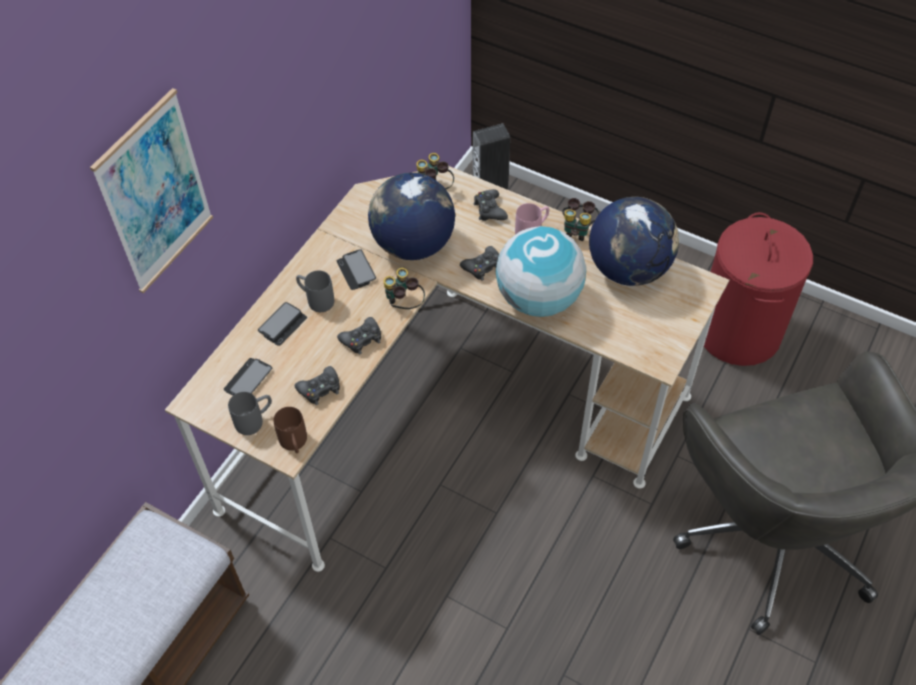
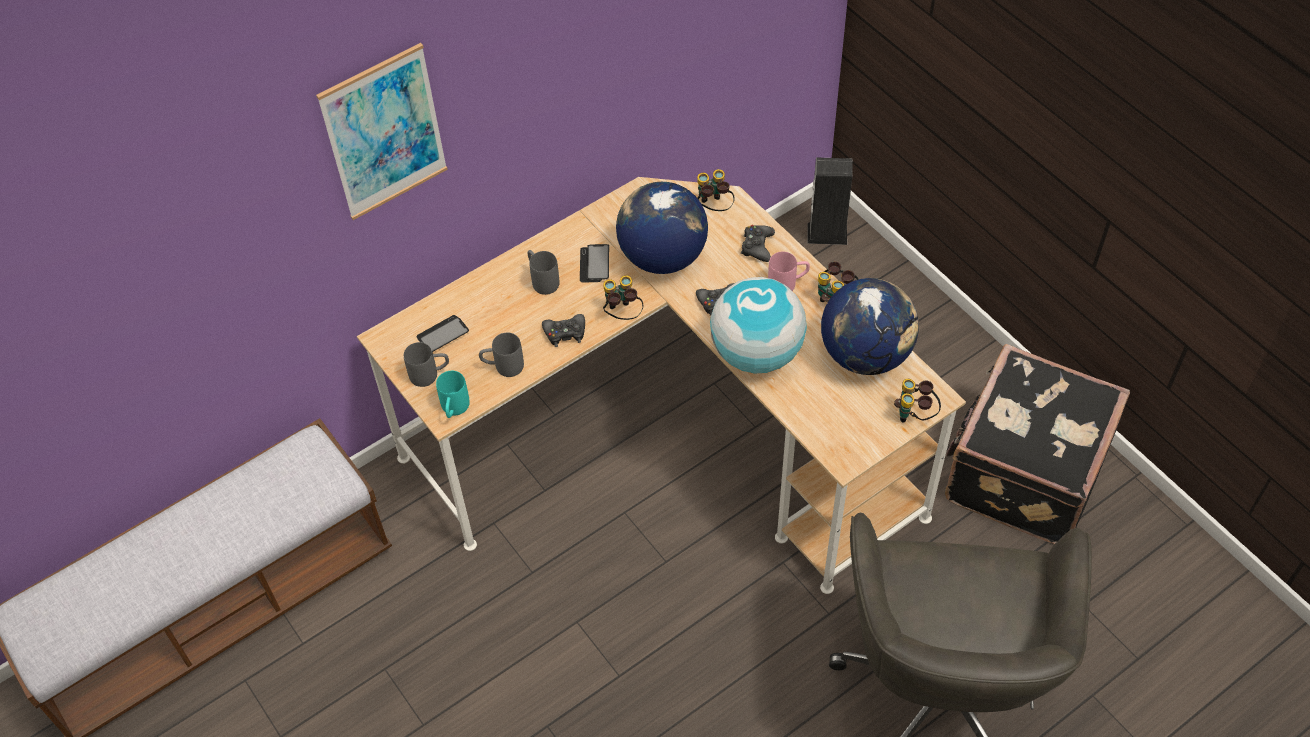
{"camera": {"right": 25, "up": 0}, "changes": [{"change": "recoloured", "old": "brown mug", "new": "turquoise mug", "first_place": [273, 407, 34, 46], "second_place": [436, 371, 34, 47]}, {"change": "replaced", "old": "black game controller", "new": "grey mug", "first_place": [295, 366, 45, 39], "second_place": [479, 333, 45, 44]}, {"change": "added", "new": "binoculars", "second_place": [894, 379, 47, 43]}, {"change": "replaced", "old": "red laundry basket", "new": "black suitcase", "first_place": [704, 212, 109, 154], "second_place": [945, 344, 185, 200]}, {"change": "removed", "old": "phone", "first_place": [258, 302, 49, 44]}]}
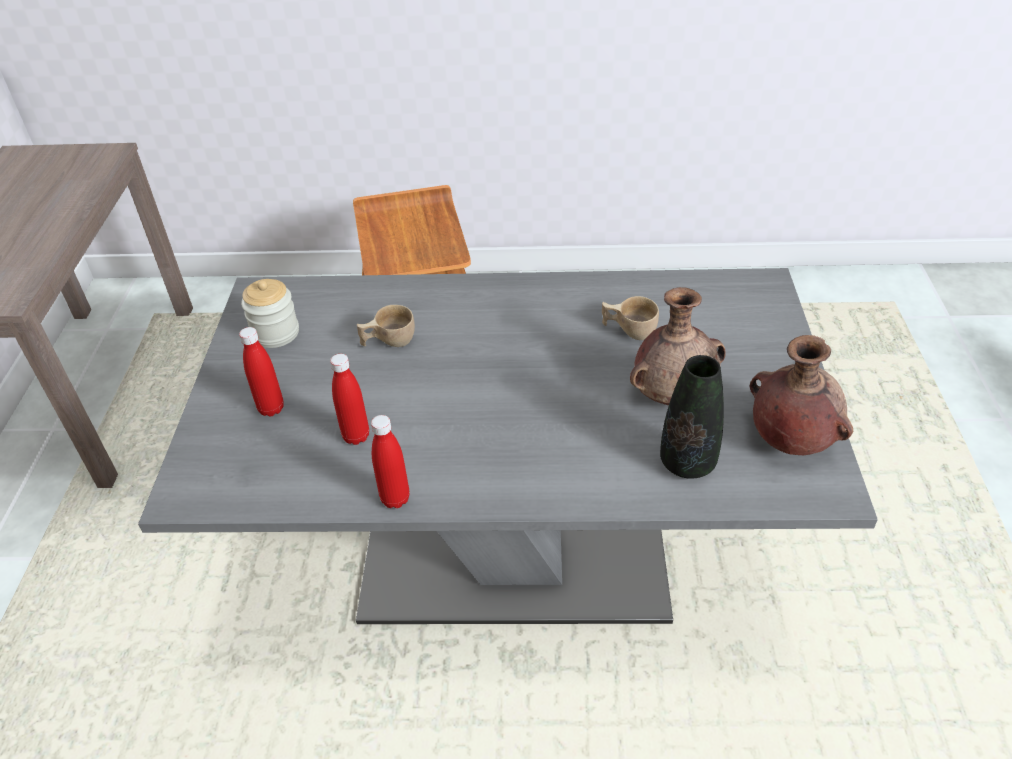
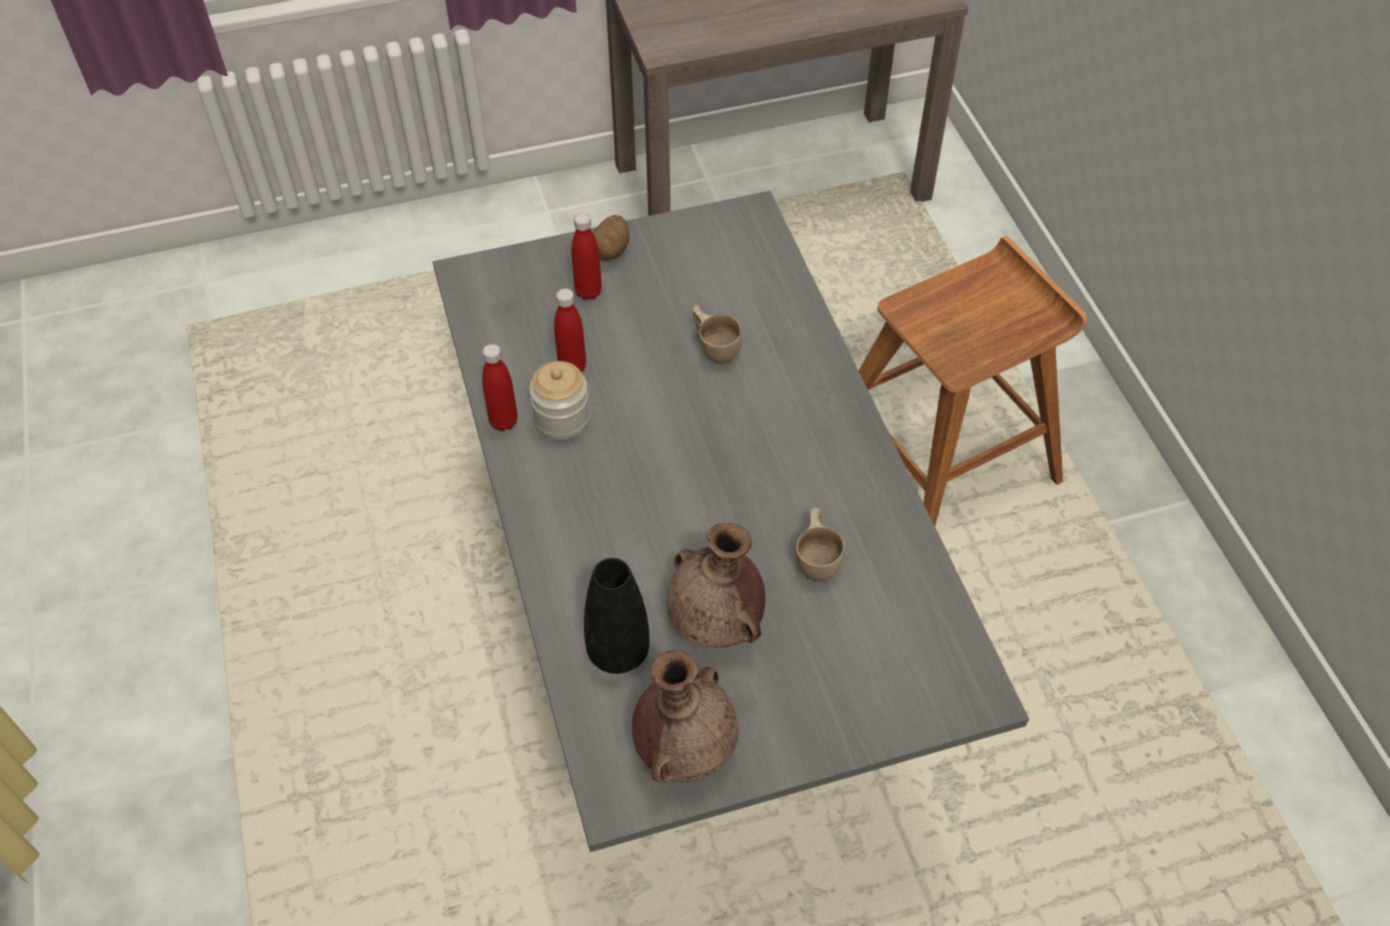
{"camera": {"right": 70, "up": 10}, "changes": [{"change": "moved", "old": "jar", "first_place": [241, 279, 58, 69], "second_place": [529, 361, 61, 79]}, {"change": "added", "new": "potato", "second_place": [593, 215, 37, 45]}]}
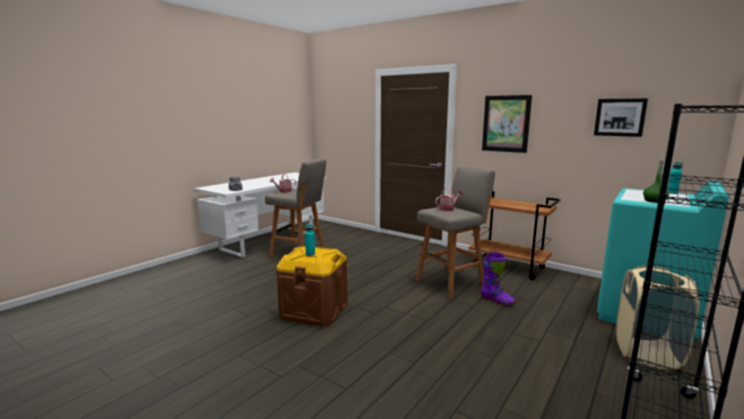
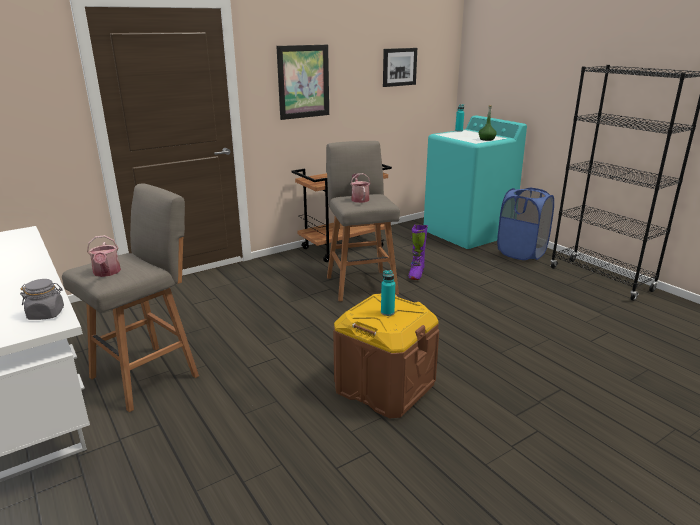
{"camera": {"right": -70, "up": 10}, "changes": [{"change": "turned", "old": "purple boot", "first_place": [481, 252, 35, 53], "second_place": [408, 225, 20, 55], "degrees": 135}, {"change": "recoloured", "old": "beige laundry basket", "new": "blue laundry basket", "first_place": [616, 266, 83, 105], "second_place": [497, 188, 57, 72]}]}
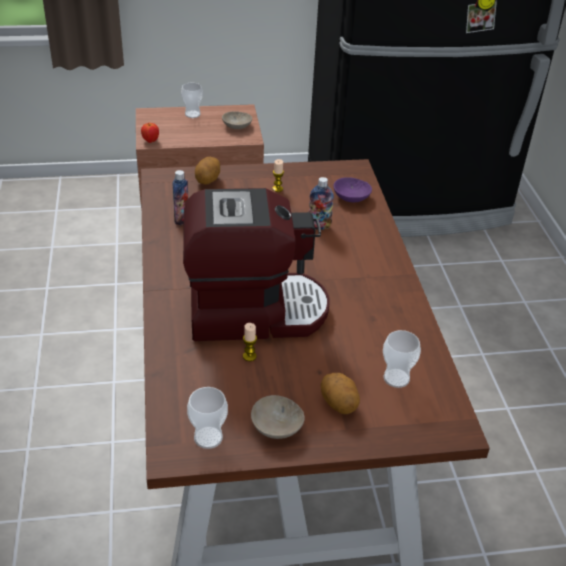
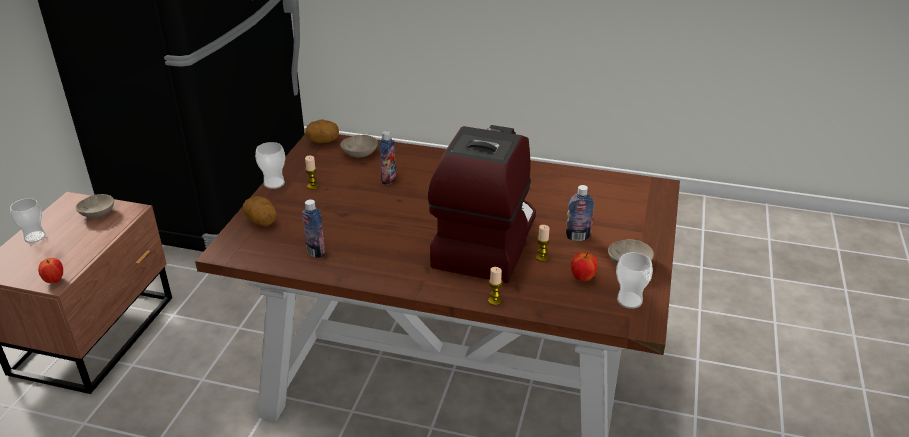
{"camera": {"right": -65, "up": -5}, "changes": [{"change": "moved", "old": "cup", "first_place": [383, 330, 38, 58], "second_place": [255, 142, 30, 47]}, {"change": "moved", "old": "potato", "first_place": [320, 373, 40, 41], "second_place": [305, 119, 34, 24]}, {"change": "recoloured", "old": "purple bowl", "new": "beige bowl", "first_place": [334, 177, 38, 25], "second_place": [340, 135, 38, 22]}, {"change": "added", "new": "candle", "second_place": [488, 267, 15, 38]}, {"change": "added", "new": "bottle", "second_place": [566, 185, 28, 56]}, {"change": "added", "new": "apple", "second_place": [571, 252, 27, 29]}]}
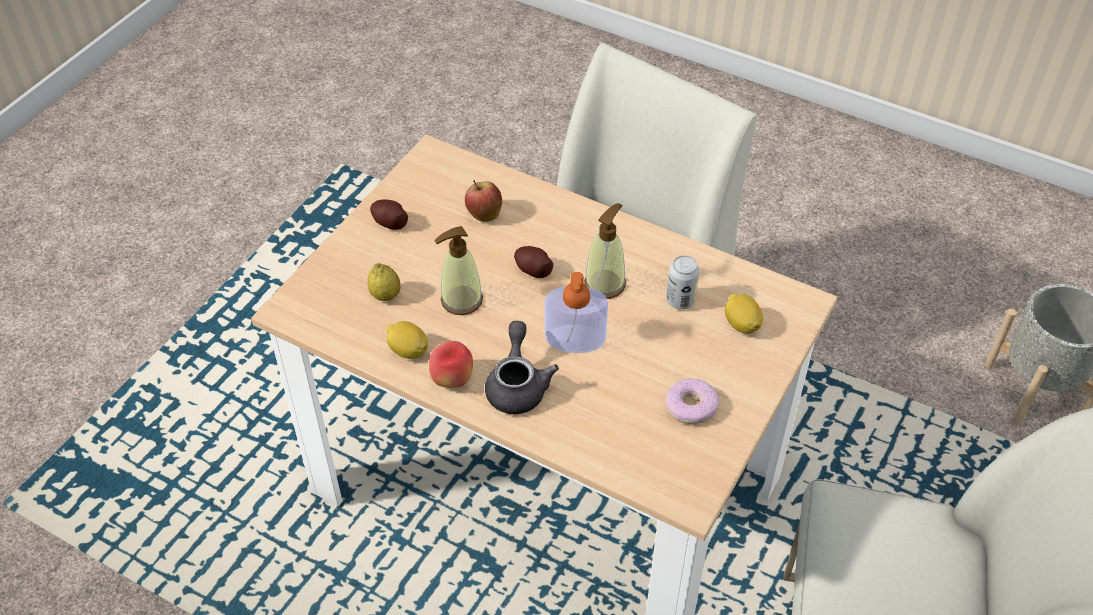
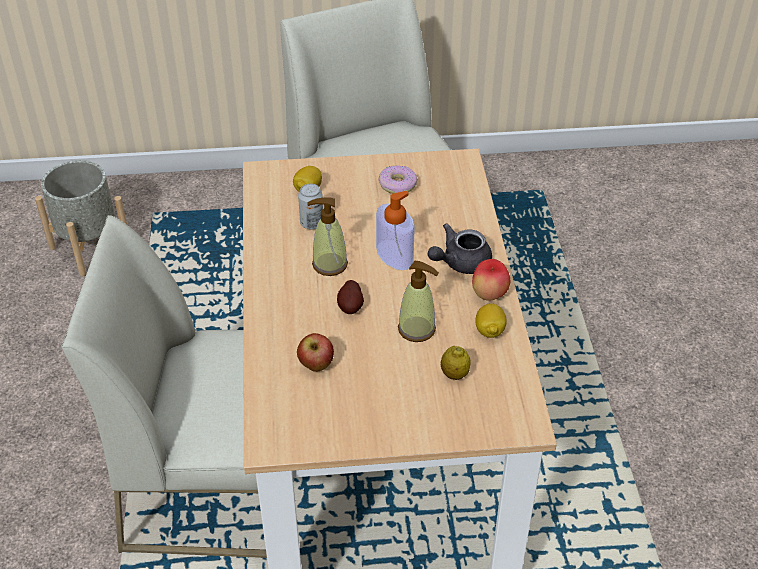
{"camera": {"right": -125, "up": -5}, "changes": [{"change": "removed", "old": "potato", "first_place": [370, 199, 38, 31]}]}
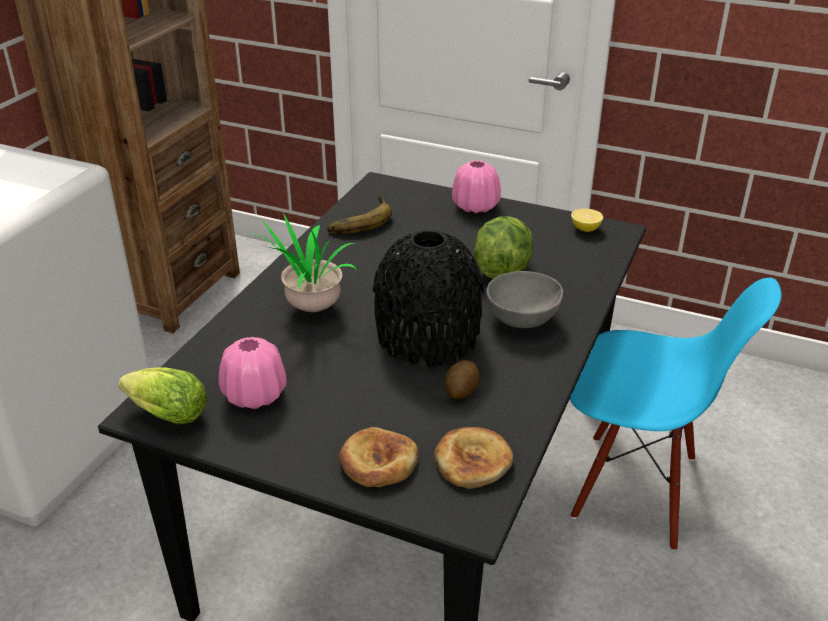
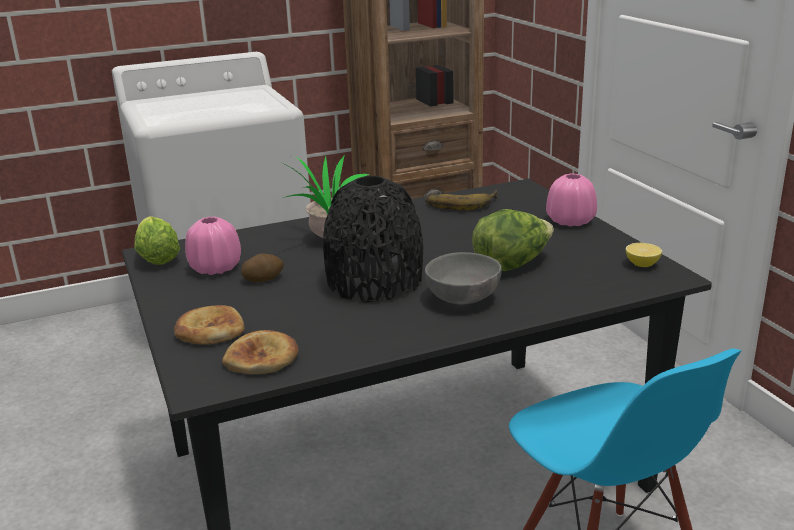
{"camera": {"right": 45, "up": -10}, "changes": [{"change": "moved", "old": "potato", "first_place": [445, 360, 34, 39], "second_place": [241, 254, 43, 28]}]}
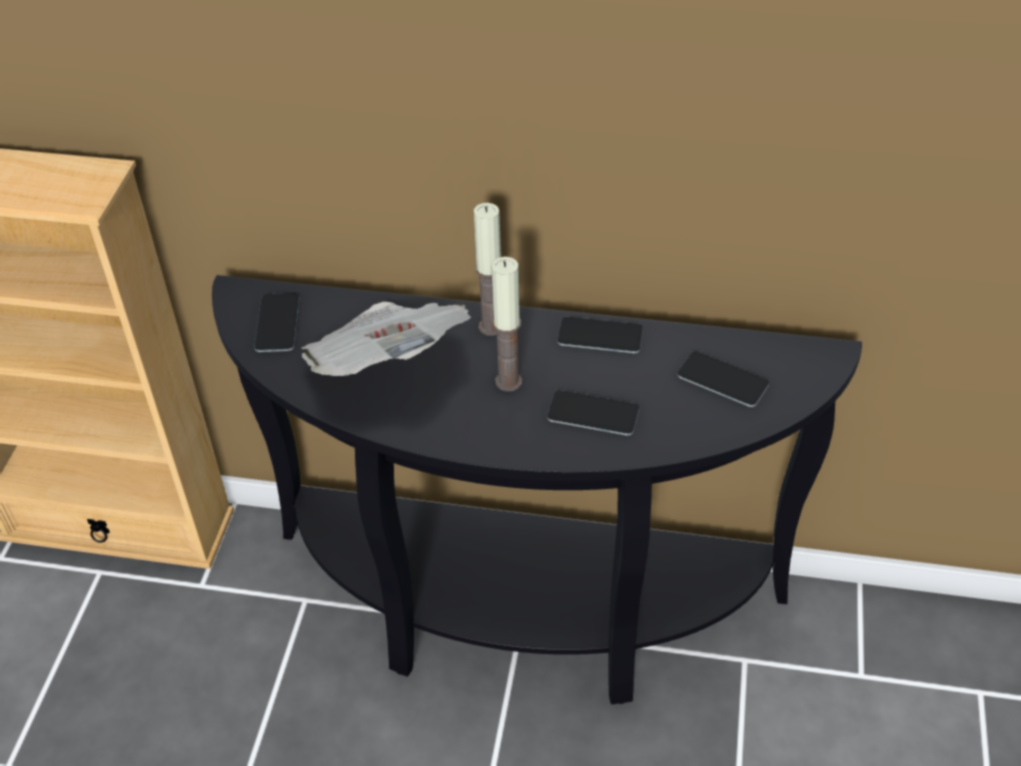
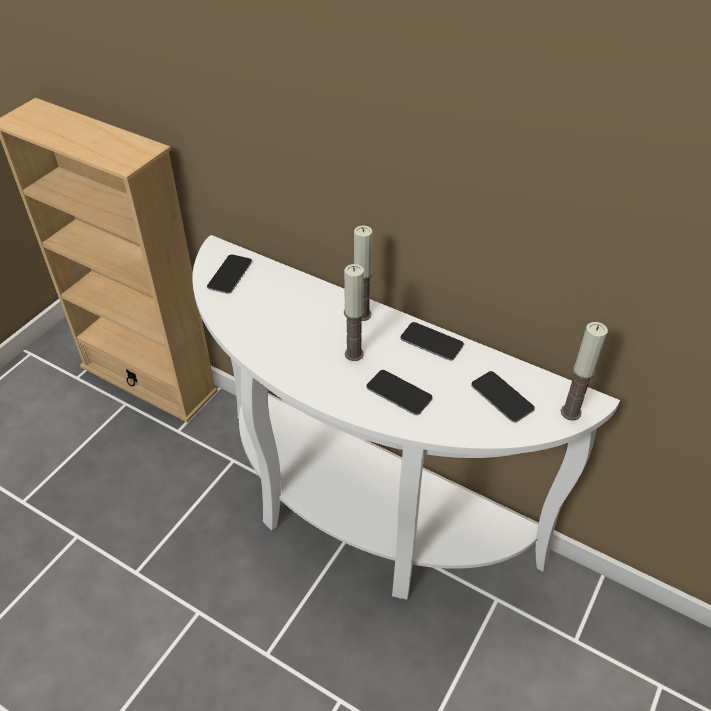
{"camera": {"right": 20, "up": 0}, "changes": [{"change": "recoloured", "old": "black console table", "new": "white console table", "first_place": [212, 275, 650, 430], "second_place": [192, 235, 428, 364]}, {"change": "added", "new": "candle", "second_place": [561, 322, 47, 99]}, {"change": "removed", "old": "newspaper", "first_place": [301, 301, 170, 75]}]}
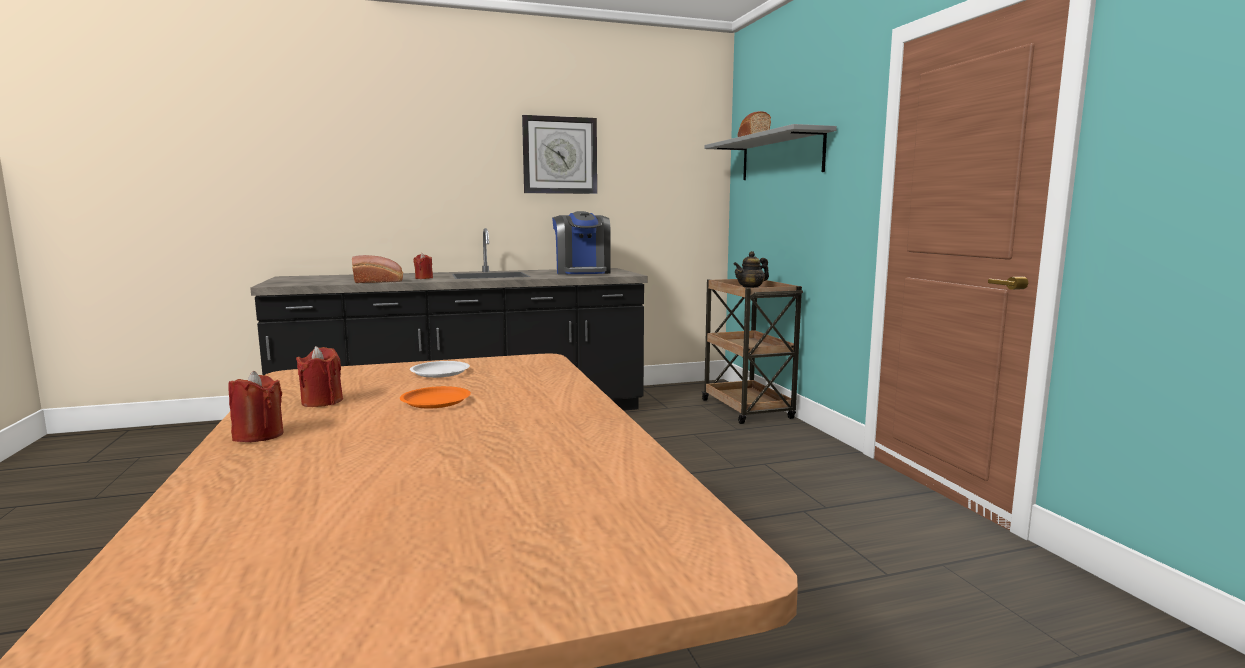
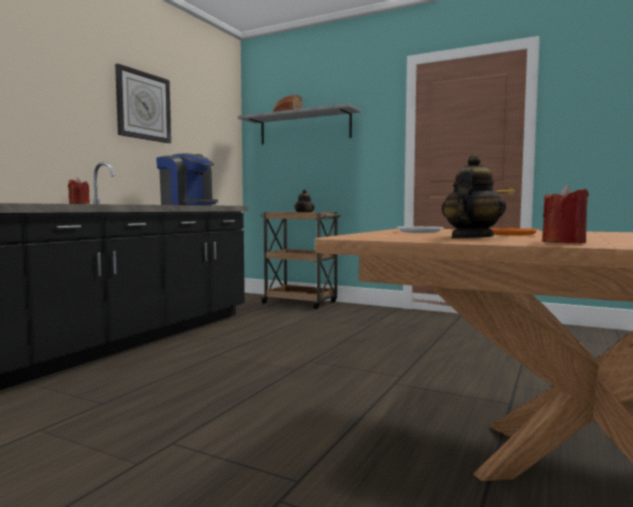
{"camera": {"right": -45, "up": -5}, "changes": [{"change": "replaced", "old": "red candle", "new": "teapot", "first_place": [296, 346, 47, 61], "second_place": [442, 154, 64, 84]}, {"change": "removed", "old": "bread", "first_place": [352, 255, 51, 28]}]}
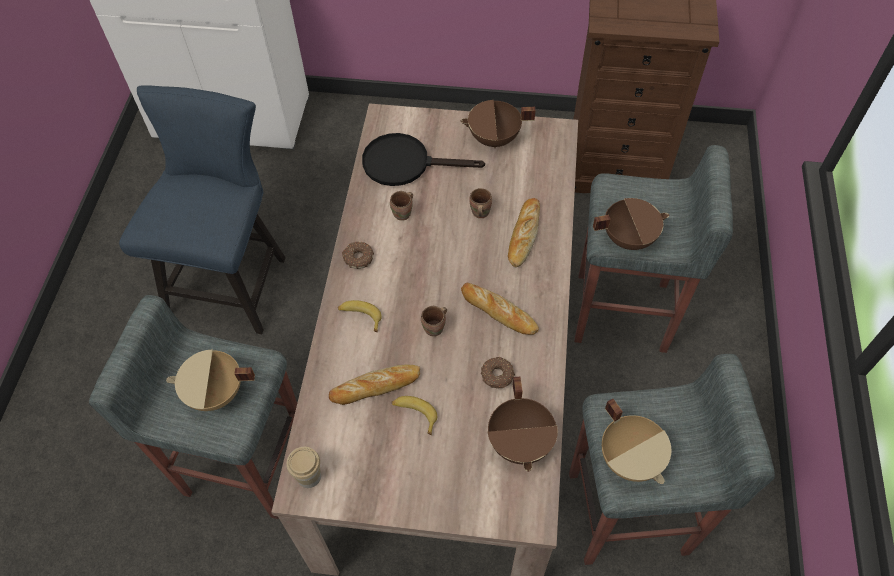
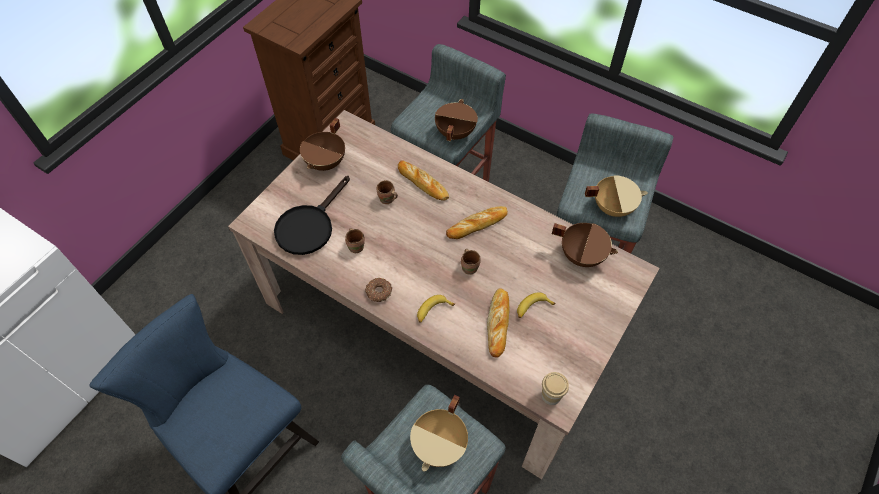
{"camera": {"right": -65, "up": 0}, "changes": [{"change": "removed", "old": "donut", "first_place": [481, 357, 34, 32]}]}
